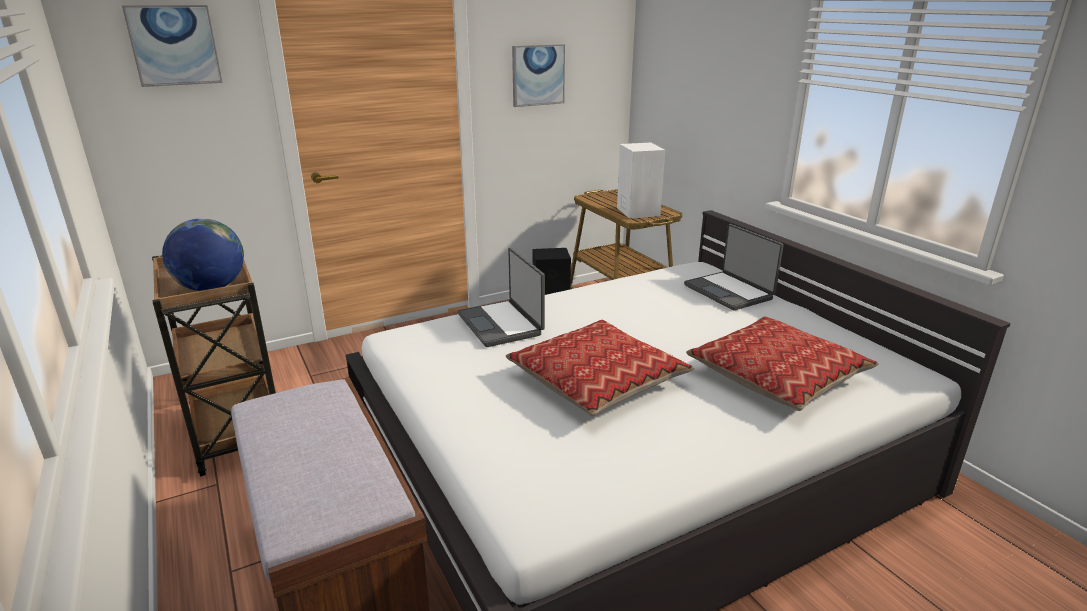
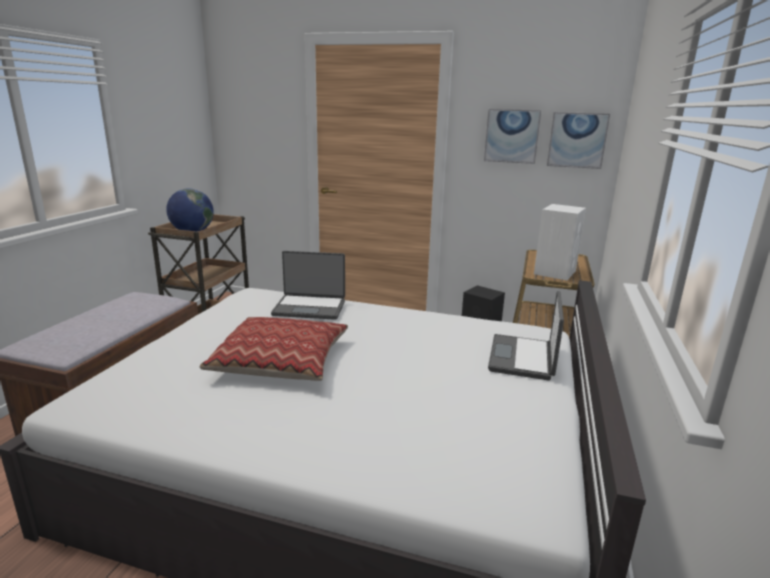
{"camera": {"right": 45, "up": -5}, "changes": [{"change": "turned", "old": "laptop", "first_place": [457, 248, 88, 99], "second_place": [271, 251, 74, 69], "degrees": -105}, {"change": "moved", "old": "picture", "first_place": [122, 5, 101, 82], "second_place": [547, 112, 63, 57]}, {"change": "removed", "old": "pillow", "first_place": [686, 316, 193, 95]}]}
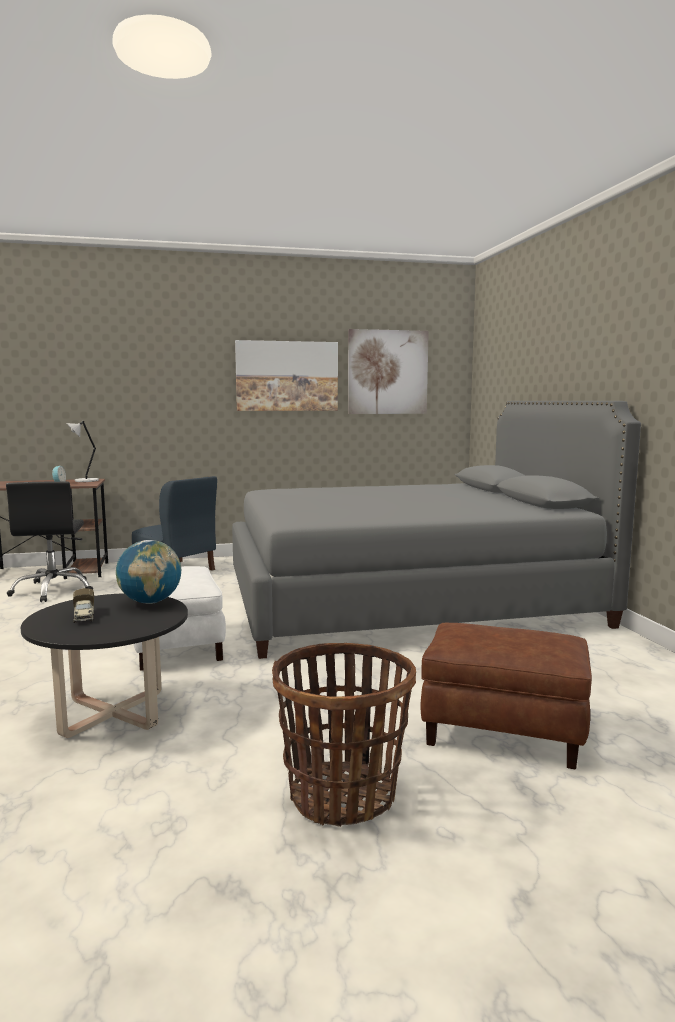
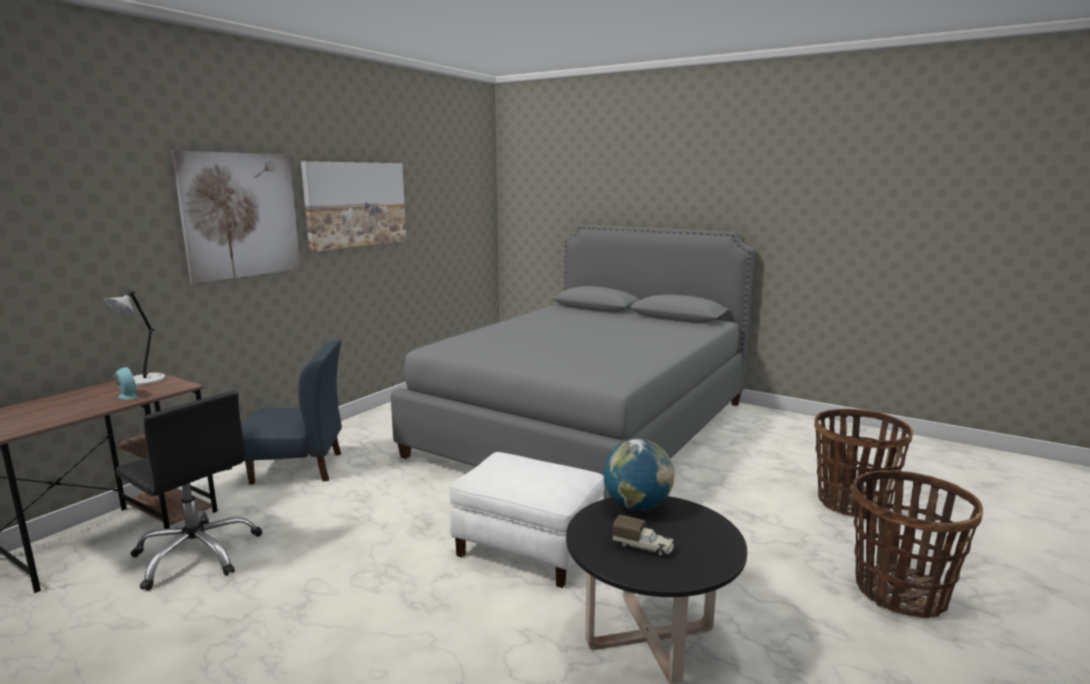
{"camera": {"right": -45, "up": 5}, "changes": [{"change": "moved", "old": "picture", "first_place": [348, 329, 81, 85], "second_place": [172, 151, 129, 133]}, {"change": "replaced", "old": "brown ottoman", "new": "basket", "first_place": [421, 623, 171, 146], "second_place": [814, 409, 99, 110]}]}
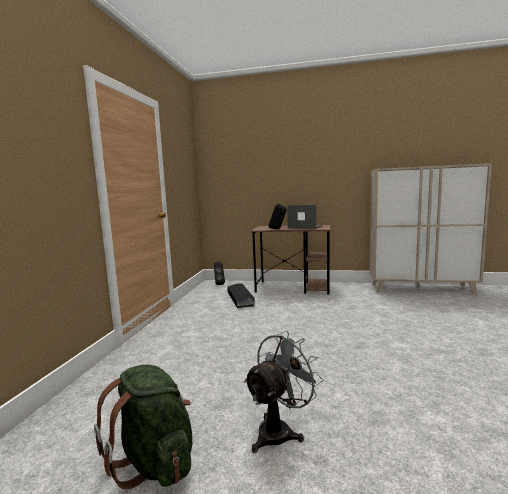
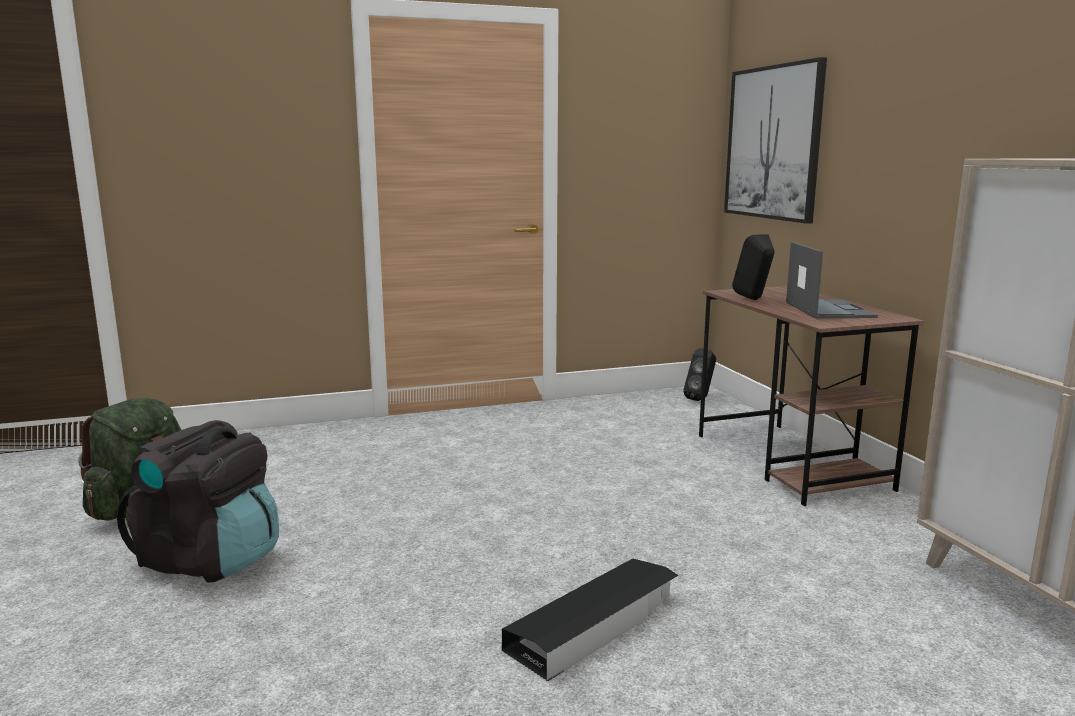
{"camera": {"right": 60, "up": 5}, "changes": [{"change": "replaced", "old": "grey fan", "new": "black backpack", "first_place": [243, 331, 81, 122], "second_place": [117, 420, 162, 162]}, {"change": "moved", "old": "black storage box", "first_place": [227, 283, 28, 25], "second_place": [502, 559, 176, 122]}, {"change": "added", "new": "picture", "second_place": [724, 57, 103, 167]}]}
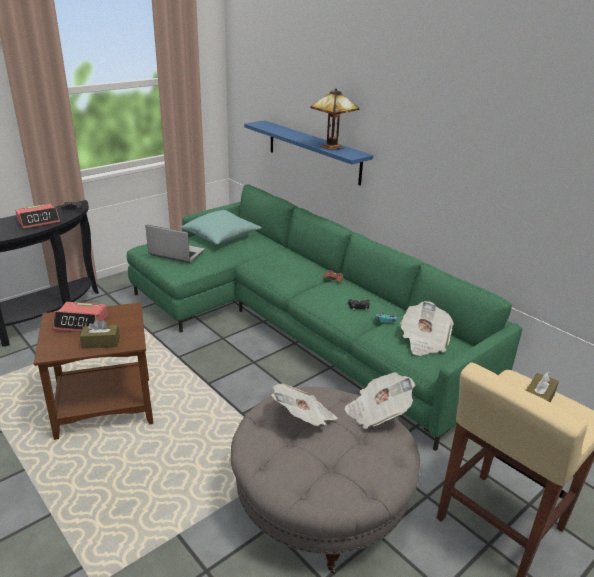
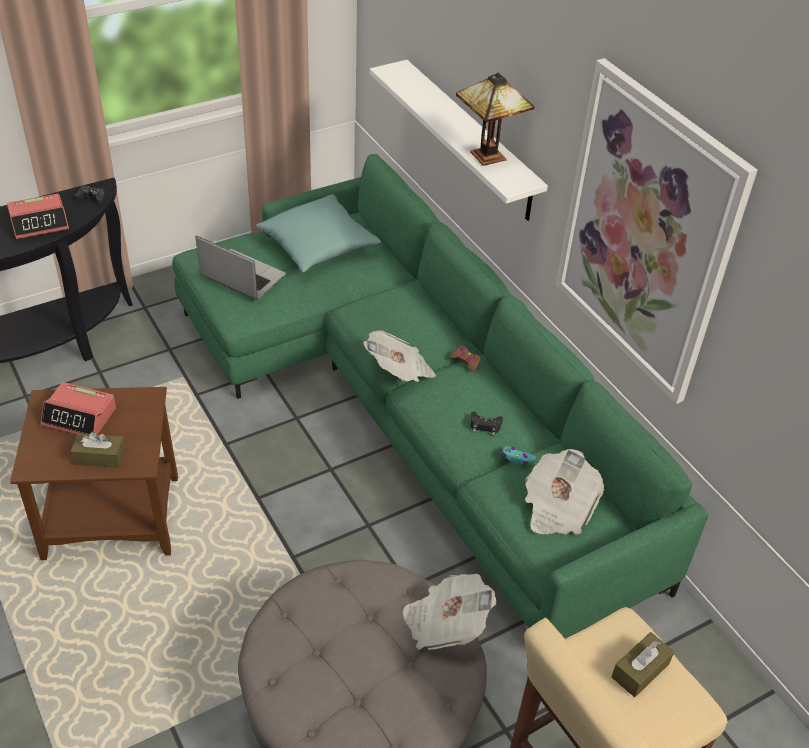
{"camera": {"right": 10, "up": 15}, "changes": [{"change": "moved", "old": "newspaper", "first_place": [271, 384, 67, 42], "second_place": [363, 330, 73, 52]}, {"change": "recoloured", "old": "blue shelf", "new": "white shelf", "first_place": [244, 120, 129, 65], "second_place": [369, 60, 179, 161]}, {"change": "added", "new": "picture", "second_place": [556, 58, 202, 346]}]}
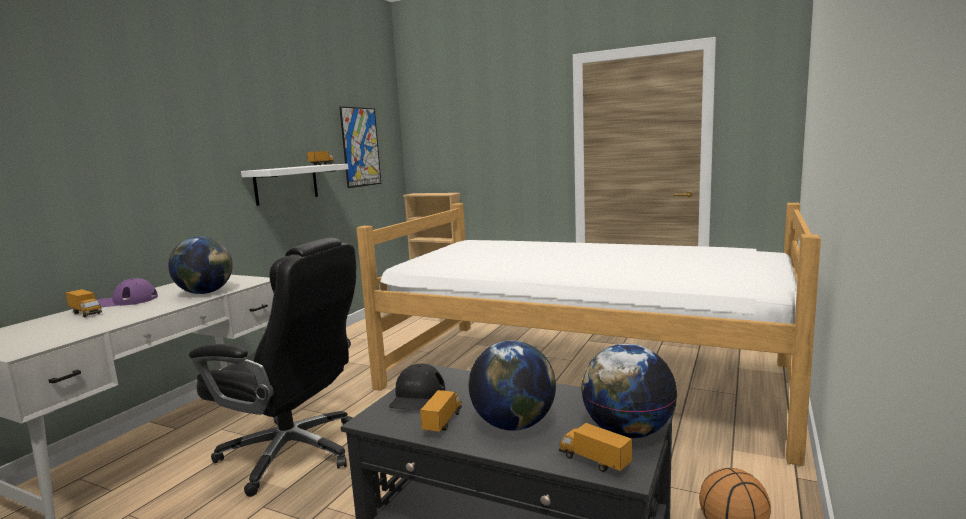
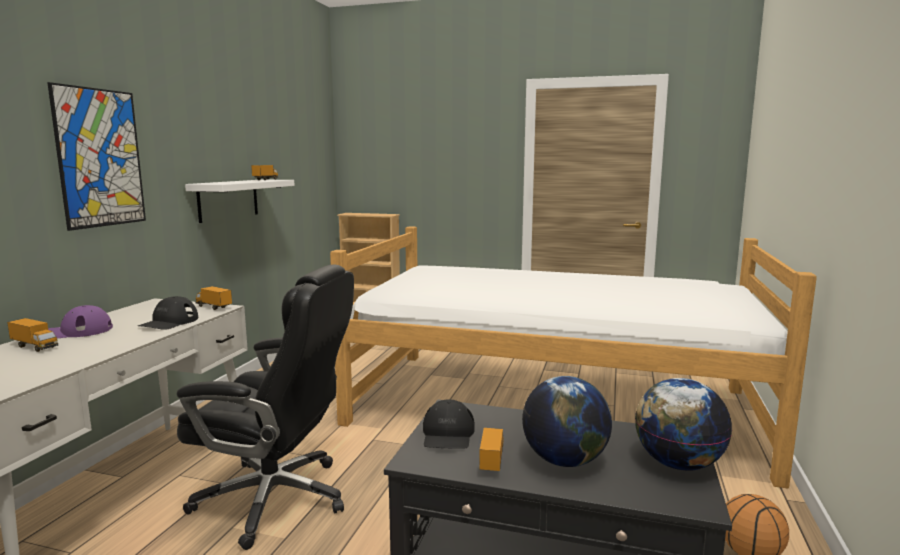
{"camera": {"right": -10, "up": 0}, "changes": [{"change": "moved", "old": "picture", "first_place": [339, 106, 42, 82], "second_place": [47, 82, 99, 149]}, {"change": "replaced", "old": "globe", "new": "black cap", "first_place": [168, 237, 65, 57], "second_place": [138, 296, 60, 34]}, {"change": "moved", "old": "toy truck", "first_place": [559, 423, 73, 49], "second_place": [196, 286, 36, 24]}]}
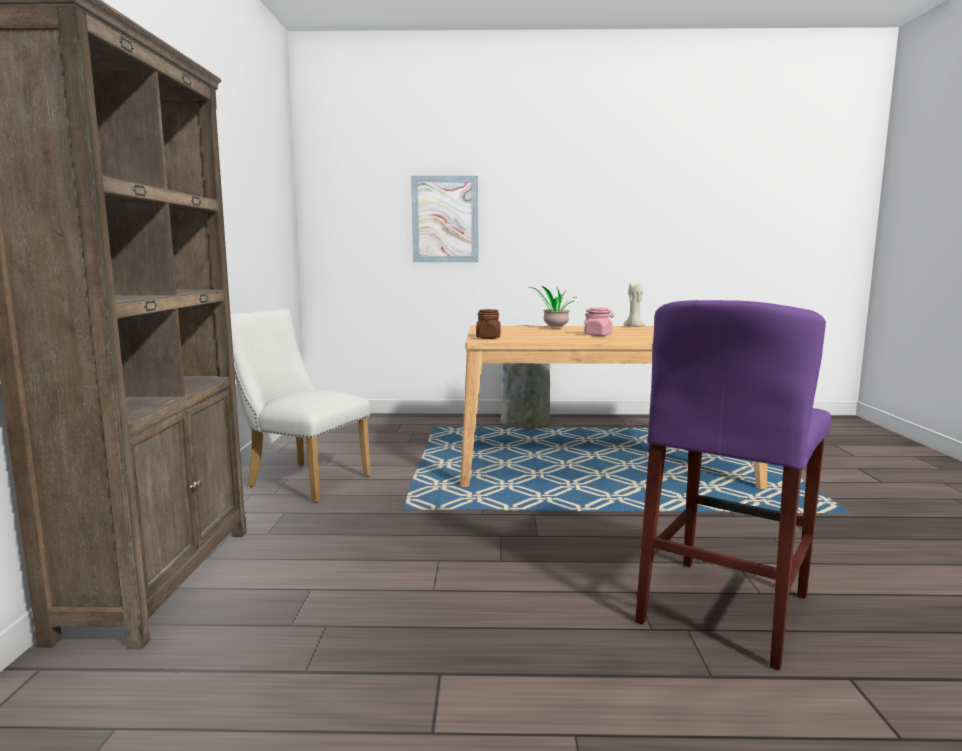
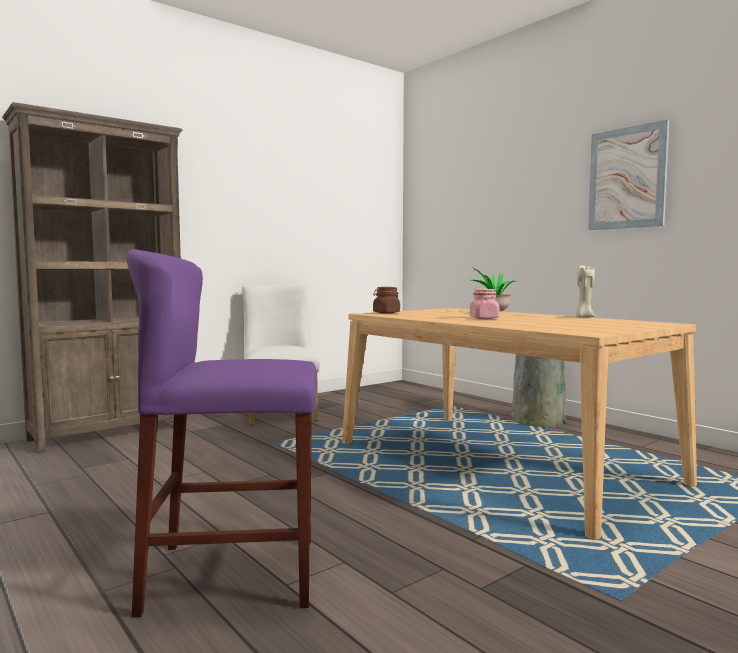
{"camera": {"right": 50, "up": -5}, "changes": [{"change": "moved", "old": "picture", "first_place": [411, 176, 67, 86], "second_place": [588, 120, 81, 110]}]}
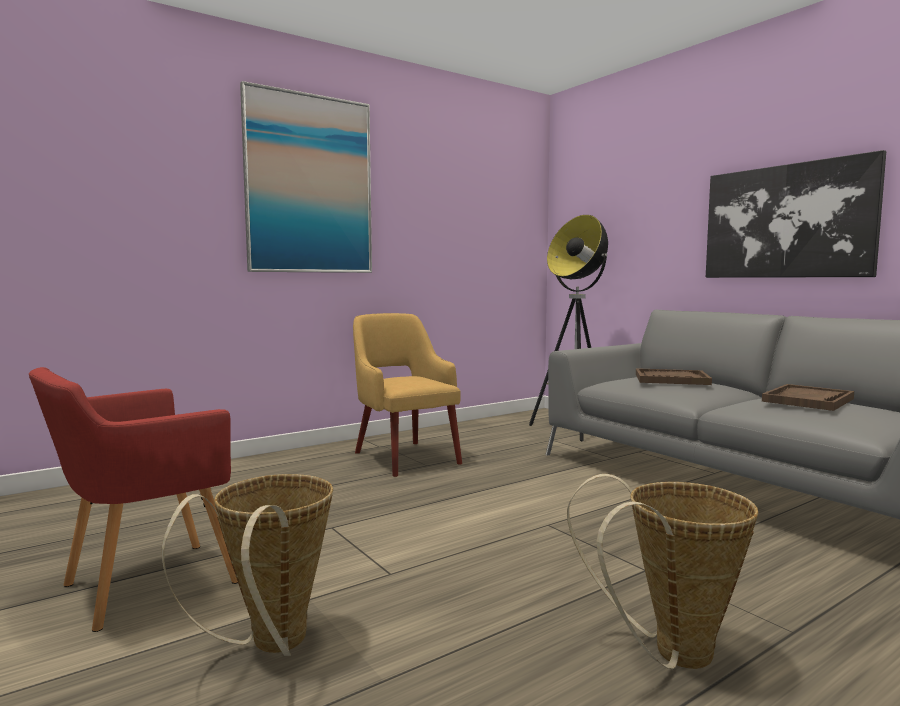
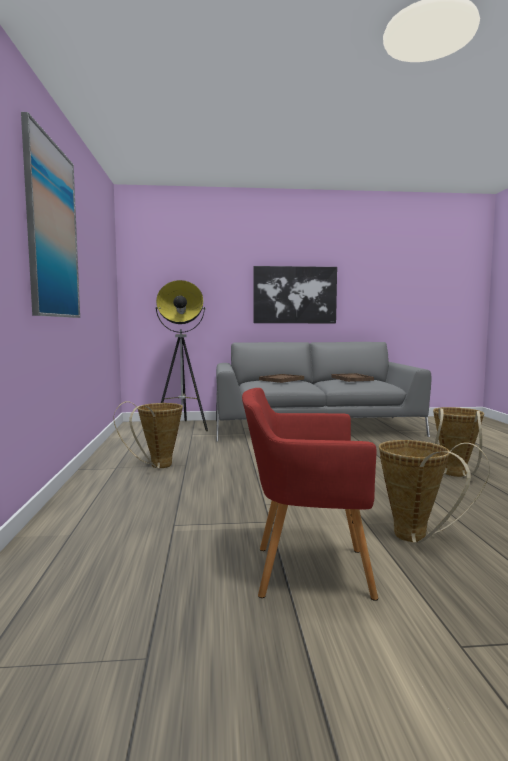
{"camera": {"right": -60, "up": 0}, "changes": [{"change": "replaced", "old": "yellow armchair", "new": "basket", "first_place": [353, 313, 109, 164], "second_place": [113, 401, 70, 67]}, {"change": "turned", "old": "red armchair", "first_place": [29, 367, 209, 265], "second_place": [242, 388, 136, 213], "degrees": 105}]}
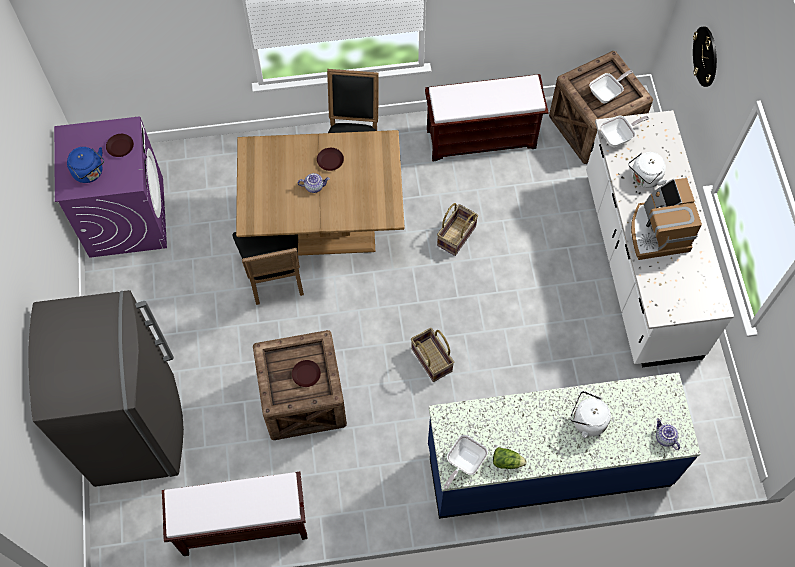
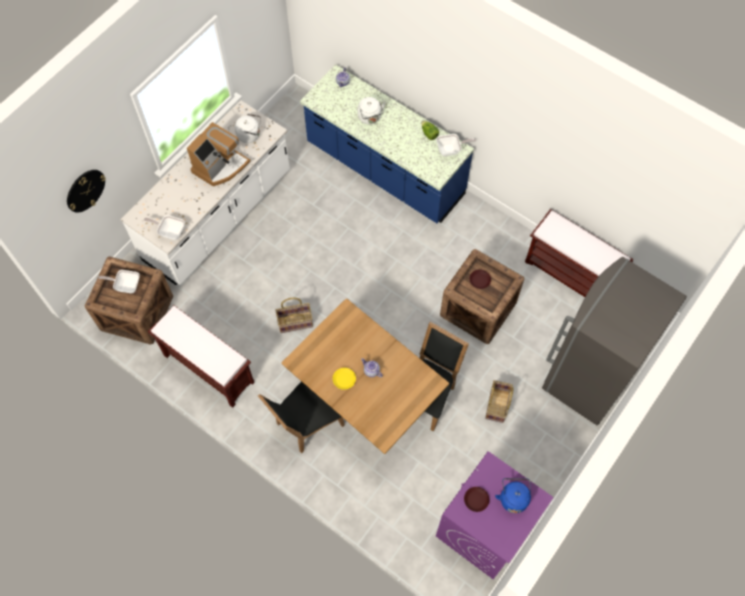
{"camera": {"right": -135, "up": 0}, "changes": [{"change": "moved", "old": "white kettle", "first_place": [628, 152, 39, 36], "second_place": [235, 112, 26, 31]}, {"change": "recoloured", "old": "brown plate", "new": "yellow plate", "first_place": [317, 148, 27, 23], "second_place": [333, 368, 23, 22]}, {"change": "moved", "old": "basket", "first_place": [411, 328, 43, 54], "second_place": [485, 380, 29, 43]}]}
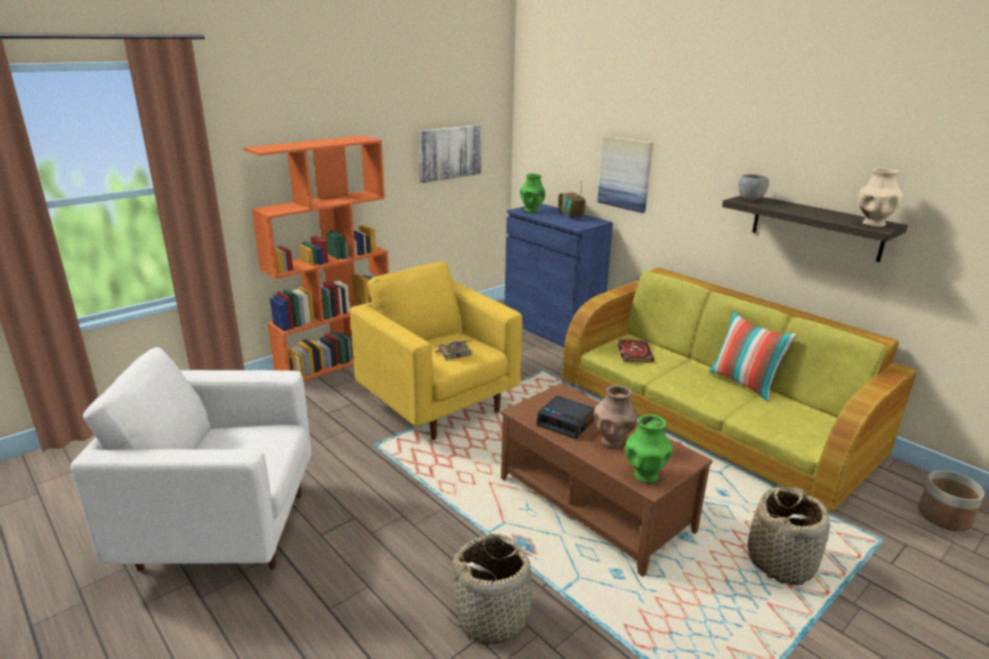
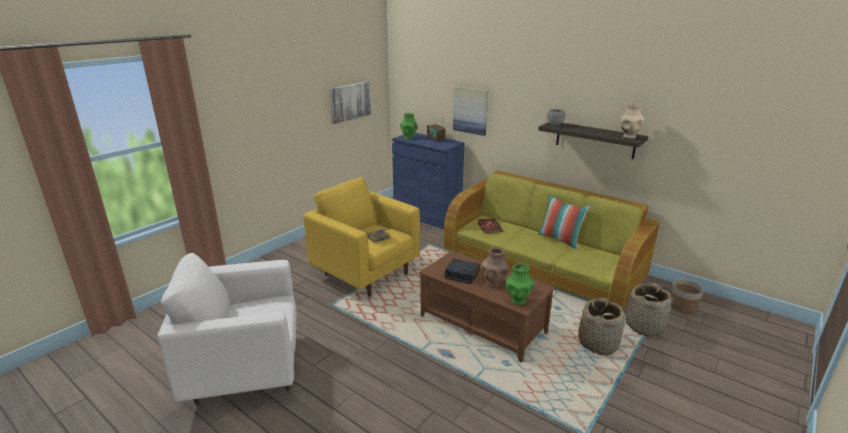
{"camera": {"right": -10, "up": 0}, "changes": [{"change": "moved", "old": "basket", "first_place": [448, 534, 99, 111], "second_place": [626, 282, 45, 55]}, {"change": "removed", "old": "orange bookcase", "first_place": [243, 136, 146, 246]}]}
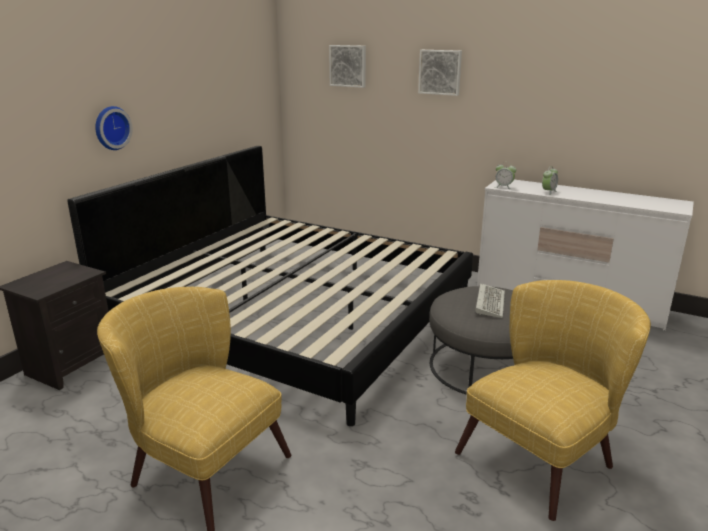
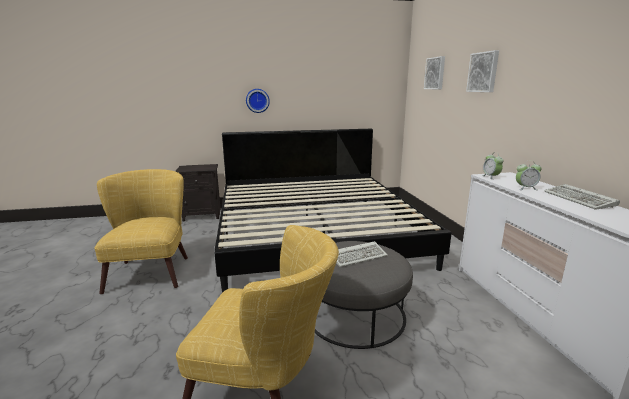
{"camera": {"right": 50, "up": -5}, "changes": [{"change": "added", "new": "keyboard", "second_place": [544, 184, 76, 26]}]}
